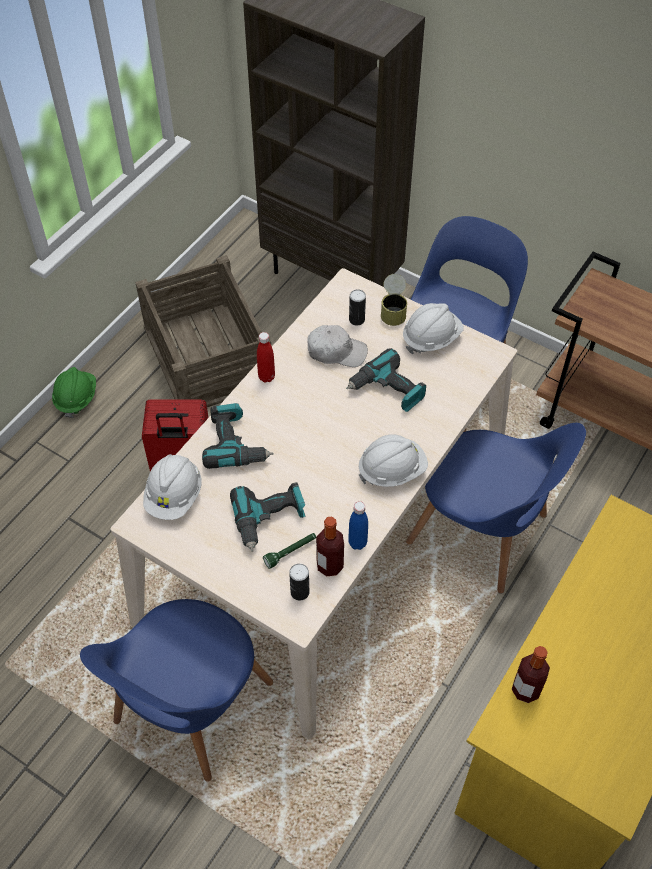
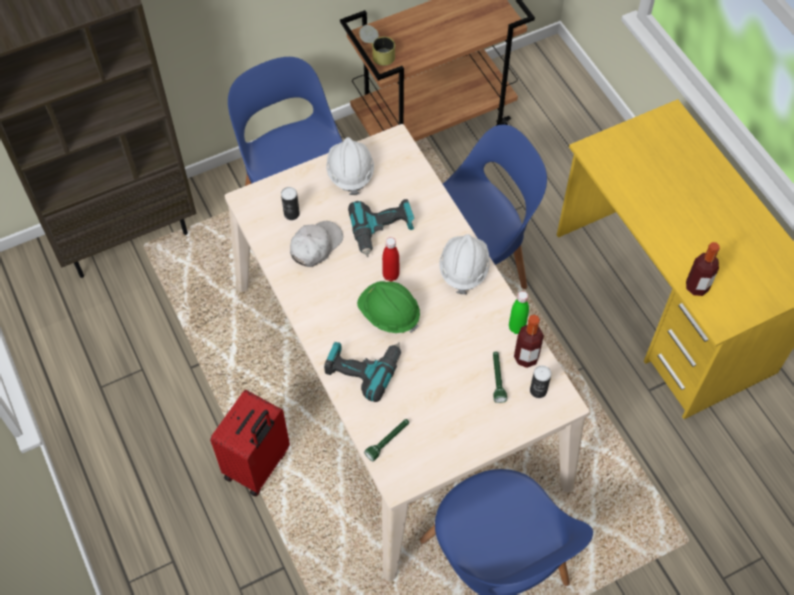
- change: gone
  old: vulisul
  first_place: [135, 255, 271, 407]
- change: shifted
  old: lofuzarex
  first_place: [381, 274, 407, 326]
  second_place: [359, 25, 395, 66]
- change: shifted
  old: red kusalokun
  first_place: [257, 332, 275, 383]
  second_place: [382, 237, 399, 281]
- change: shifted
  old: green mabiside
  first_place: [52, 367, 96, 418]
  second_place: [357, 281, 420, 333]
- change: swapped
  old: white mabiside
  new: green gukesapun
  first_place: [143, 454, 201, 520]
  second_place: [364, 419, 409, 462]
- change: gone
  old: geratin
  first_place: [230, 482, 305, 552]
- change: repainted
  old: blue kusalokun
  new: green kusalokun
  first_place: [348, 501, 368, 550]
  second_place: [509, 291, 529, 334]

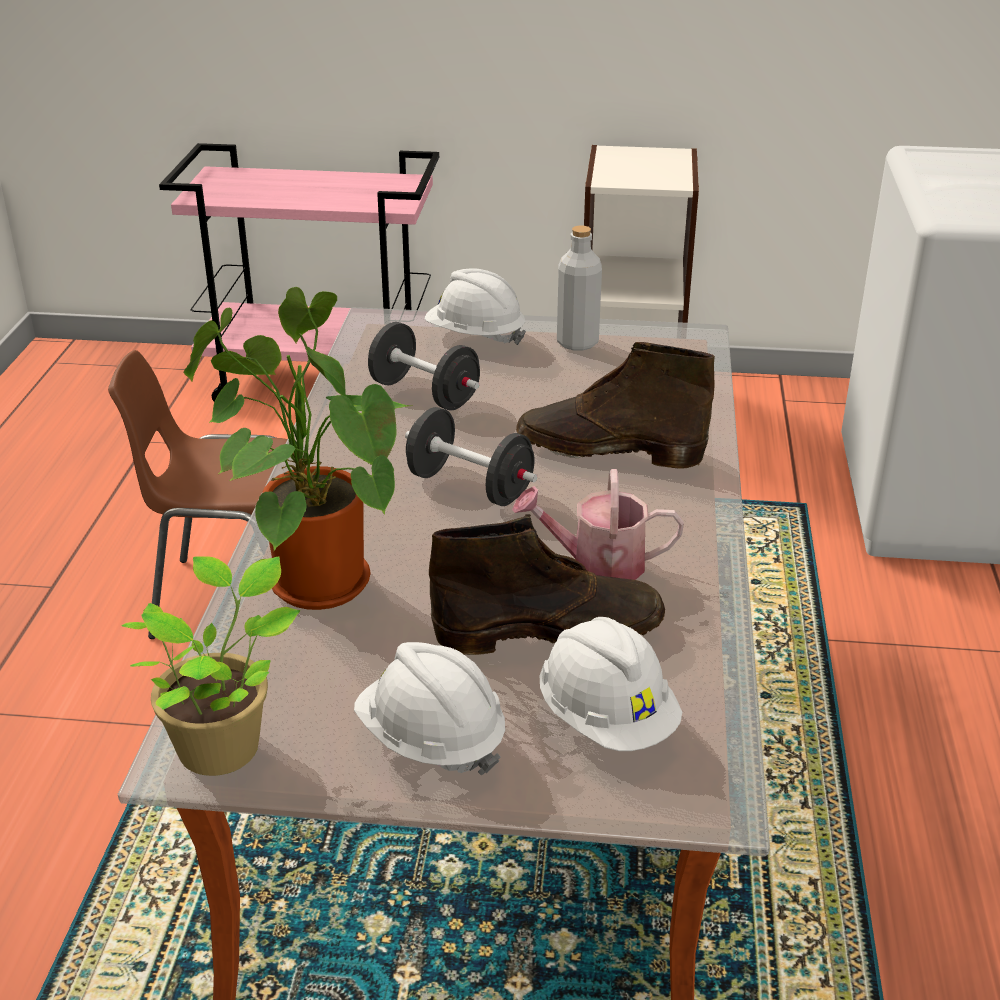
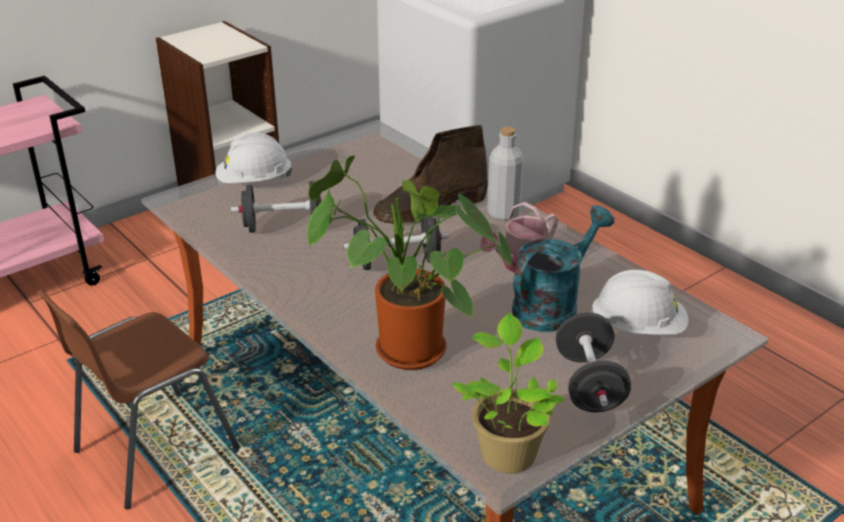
- change: shifted
  old: grey kusalokun
  first_place: [557, 226, 602, 351]
  second_place: [487, 127, 524, 221]
- change: swapped
  old: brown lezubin
  new: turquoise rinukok
  first_place: [429, 514, 665, 655]
  second_place: [512, 205, 614, 332]
- change: swapped
  old: white mabiside
  new: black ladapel
  first_place: [354, 642, 505, 776]
  second_place: [556, 312, 631, 413]

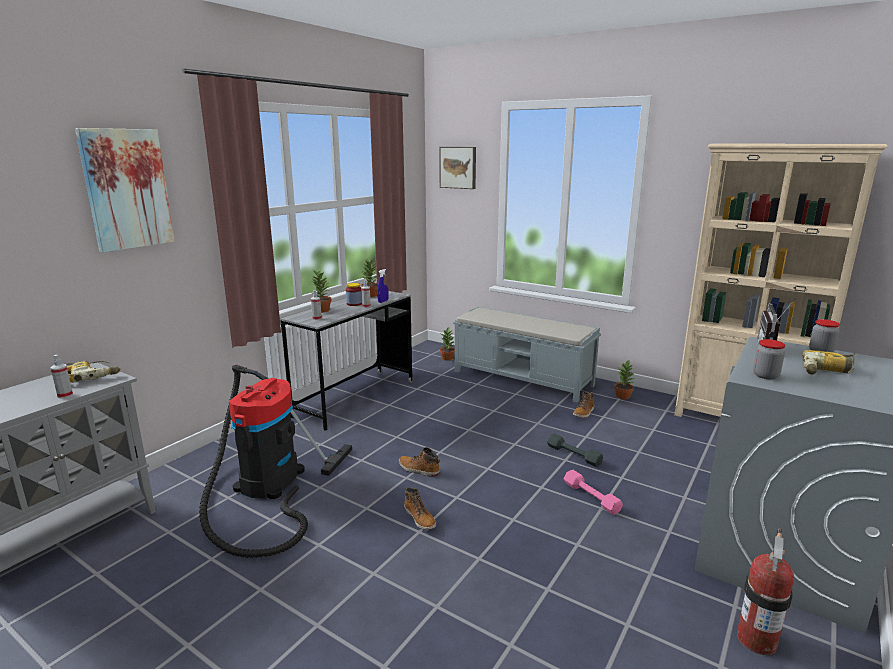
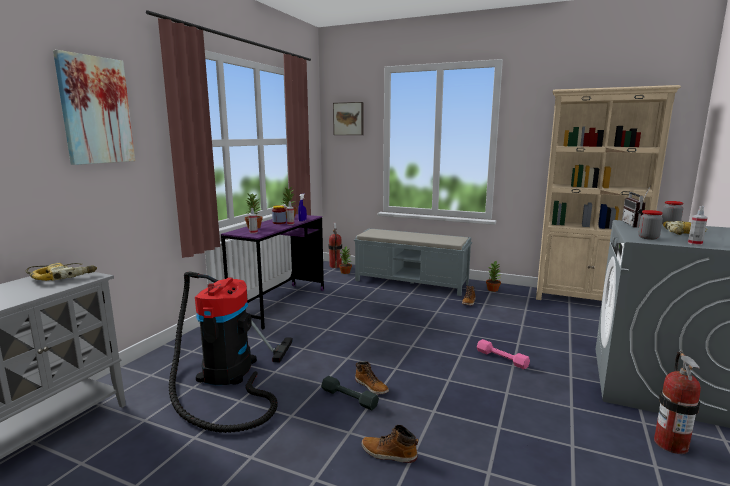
- change: repainted
  old: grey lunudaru
  new: purple lunudaru
  first_place: [280, 291, 413, 431]
  second_place: [221, 214, 324, 329]
- change: shifted
  old: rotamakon
  first_place: [50, 355, 73, 399]
  second_place: [688, 206, 708, 245]
- change: shifted
  old: grey ladapel
  first_place: [547, 434, 603, 467]
  second_place: [321, 376, 379, 410]
- change: shifted
  old: lezubin
  first_place: [399, 447, 440, 477]
  second_place: [362, 425, 418, 463]
- change: new
  new: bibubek
  second_place: [329, 222, 342, 268]

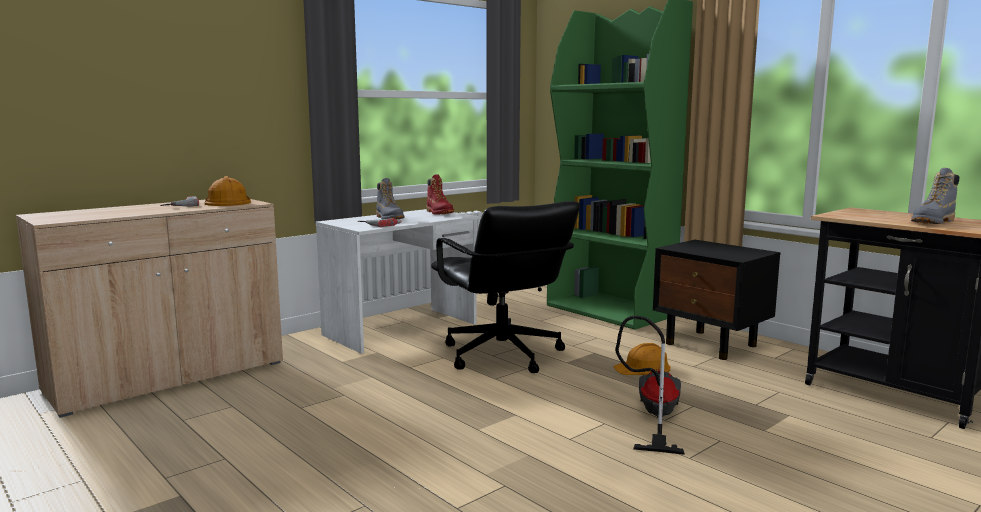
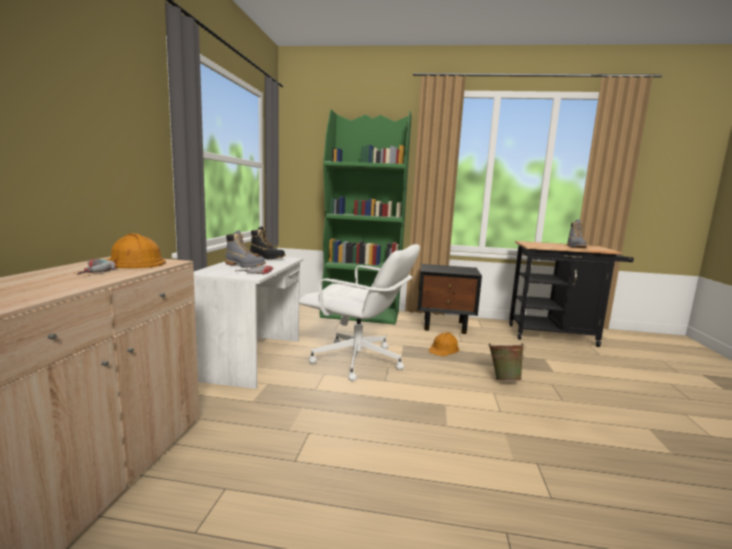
- change: repainted
  old: red lezubin
  new: black lezubin
  first_place: [426, 174, 454, 214]
  second_place: [250, 227, 286, 259]
- change: repainted
  old: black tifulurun
  new: white tifulurun
  first_place: [431, 201, 580, 373]
  second_place: [298, 244, 420, 381]
- change: swapped
  old: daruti
  new: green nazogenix
  first_place: [616, 316, 685, 455]
  second_place: [489, 343, 526, 381]

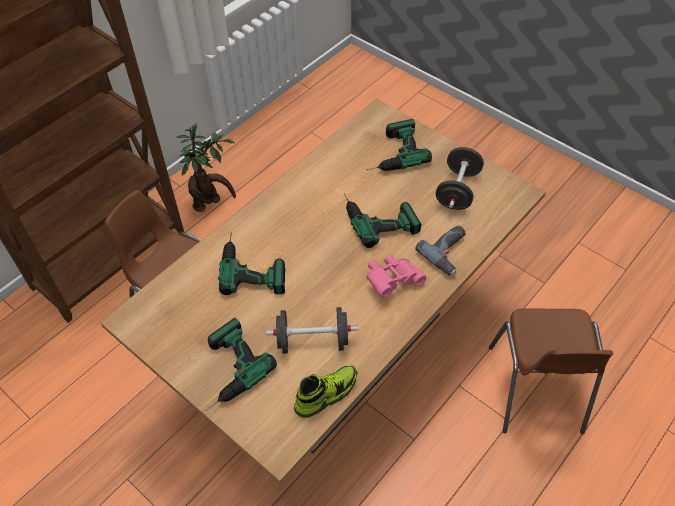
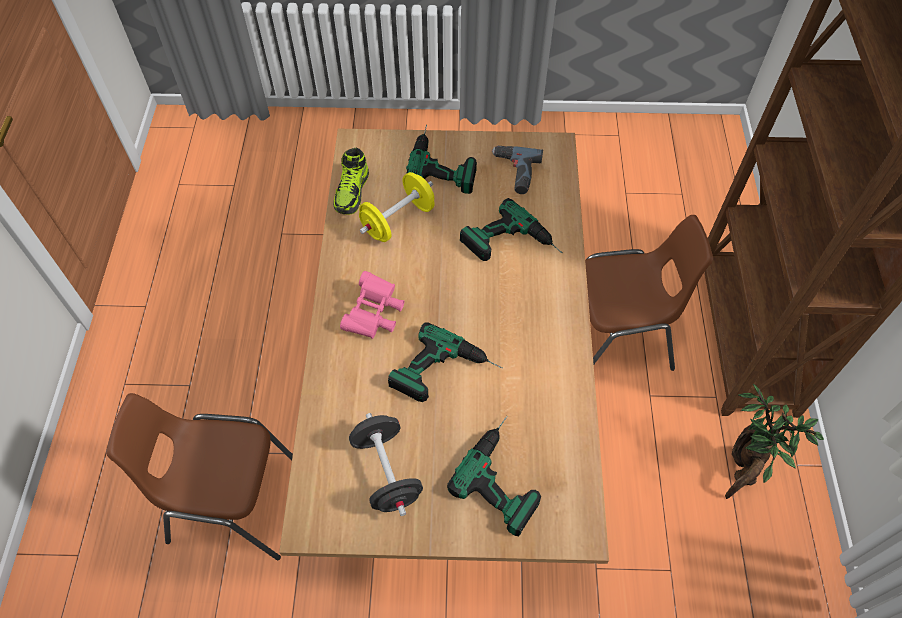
- change: shifted
  old: geratin
  first_place: [415, 225, 465, 276]
  second_place: [492, 146, 543, 194]
- change: repainted
  old: black ladapel
  new: yellow ladapel
  first_place: [266, 307, 358, 354]
  second_place: [359, 172, 435, 242]
- change: rotated
  old: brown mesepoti
  first_place: [489, 308, 614, 434]
  second_place: [106, 393, 293, 561]
  degrees: -45

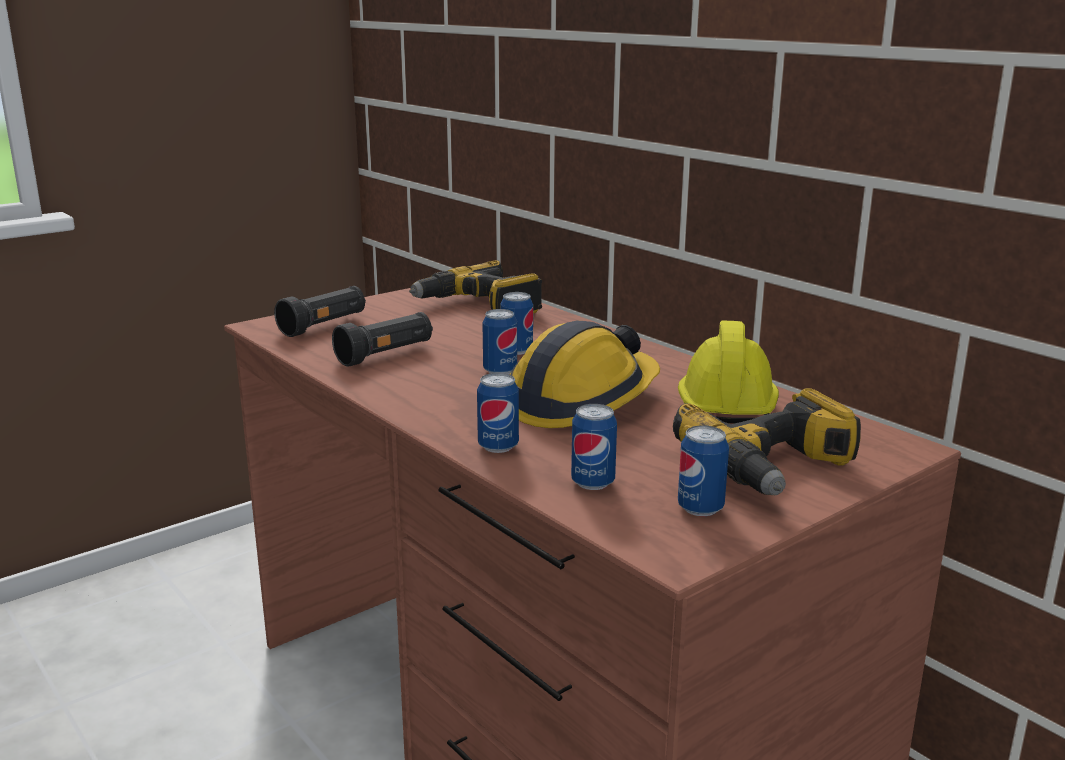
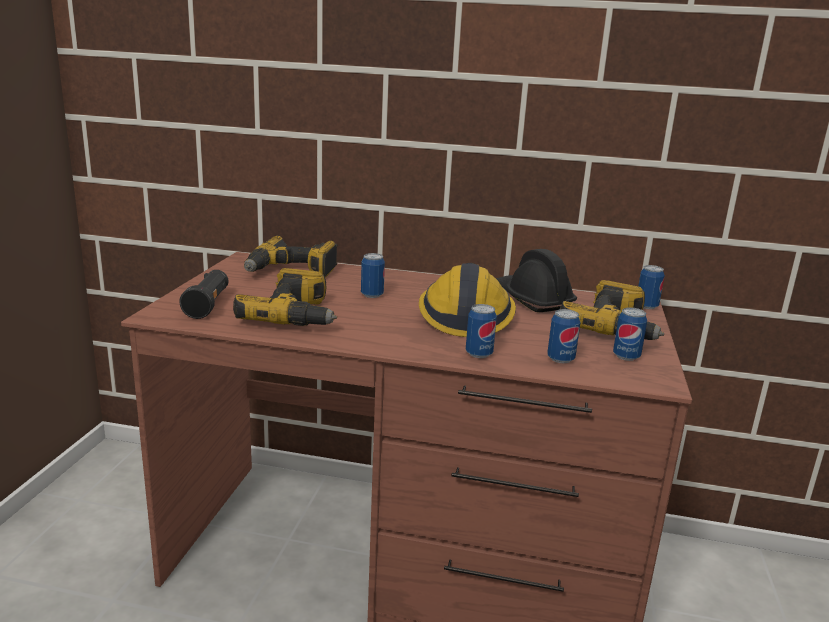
- change: shifted
  old: lofuzarex
  first_place: [483, 309, 517, 374]
  second_place: [638, 265, 665, 309]
- change: swapped
  old: black gukesapun
  new: geratin
  first_place: [332, 312, 433, 367]
  second_place: [233, 268, 337, 326]
- change: repainted
  old: yellow mabiside
  new: black mabiside
  first_place: [678, 321, 779, 423]
  second_place: [496, 249, 577, 312]

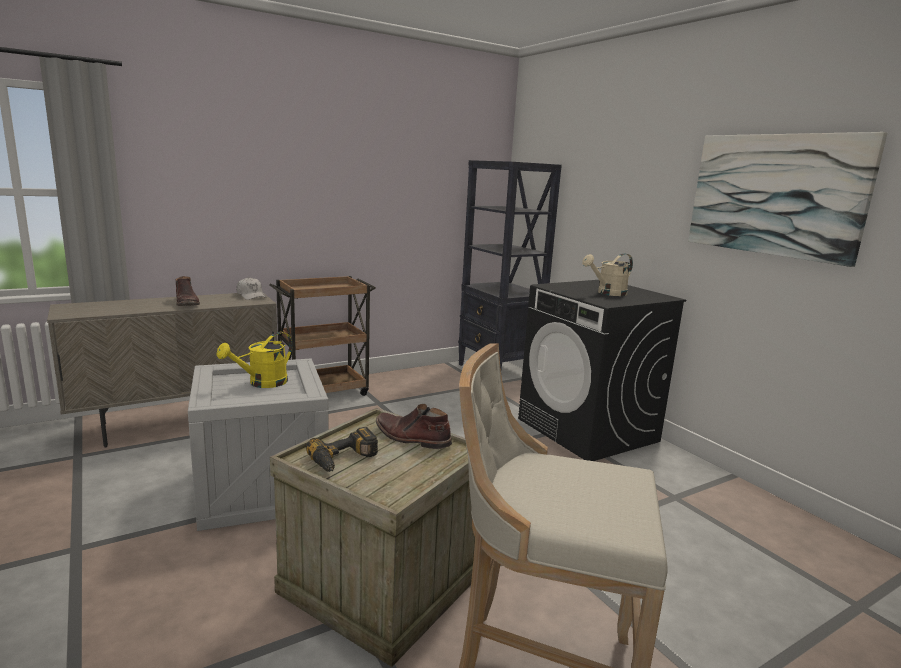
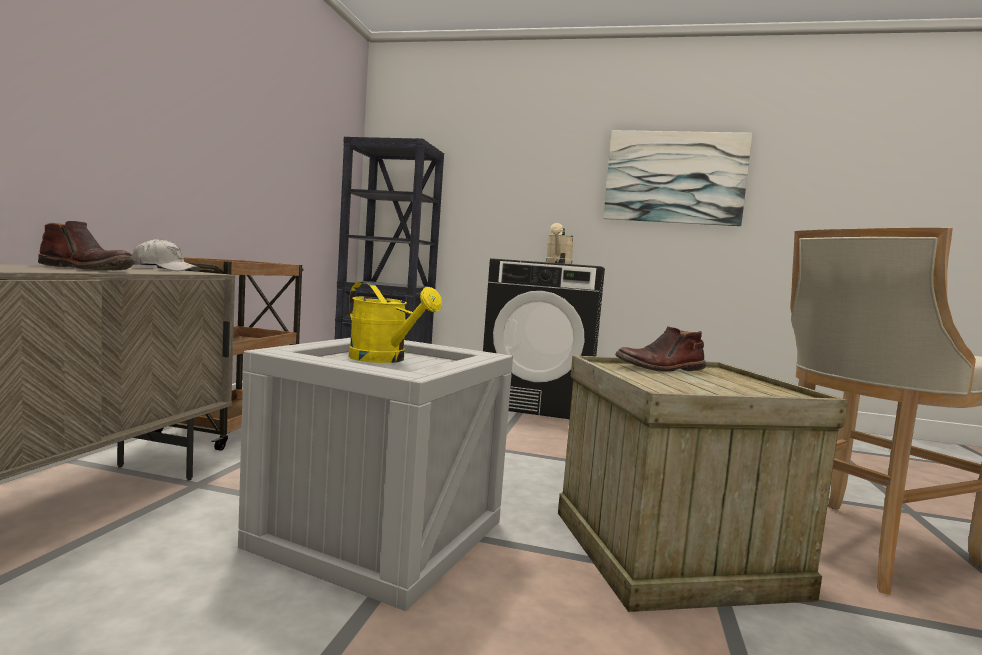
- change: rotated
  old: yellow rinukok
  first_place: [216, 332, 292, 388]
  second_place: [349, 281, 442, 363]
  degrees: -45
- change: gone
  old: geratin
  first_place: [306, 427, 378, 472]

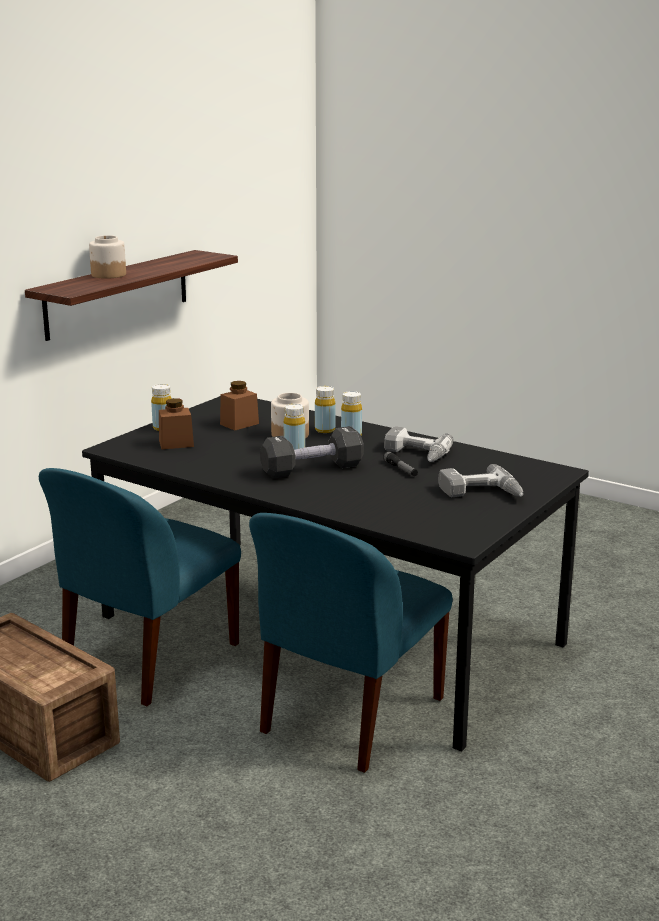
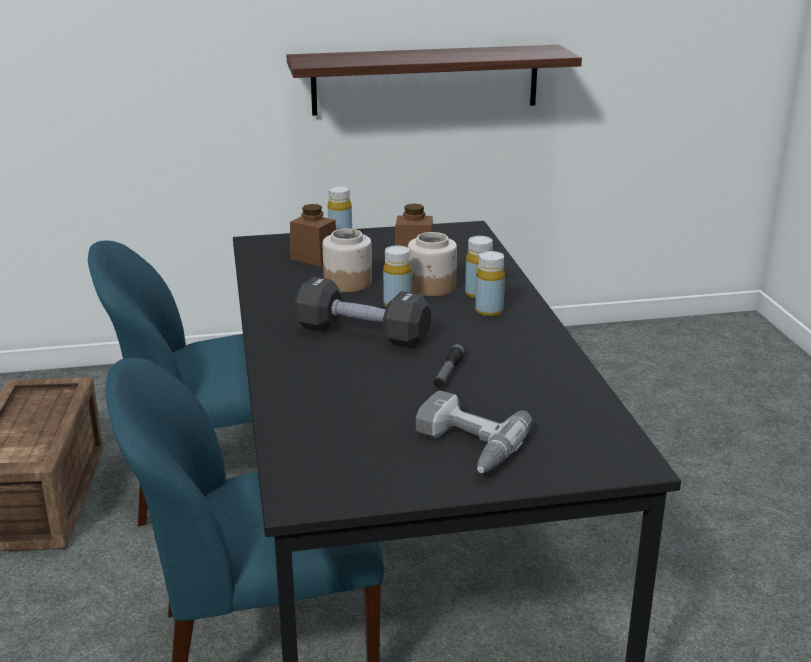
- change: shifted
  old: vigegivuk
  first_place: [89, 235, 126, 279]
  second_place: [323, 228, 372, 292]
- change: gone
  old: geratin
  first_place: [384, 426, 453, 462]

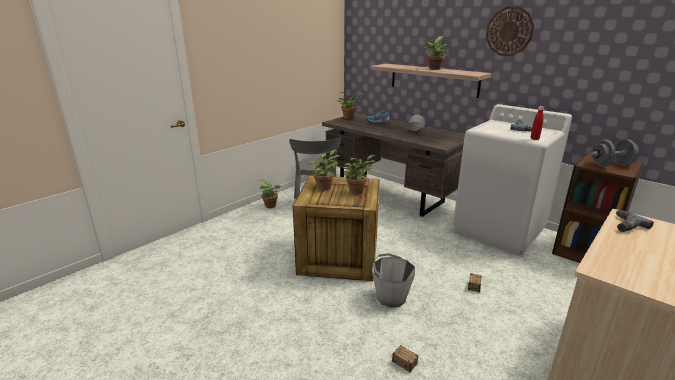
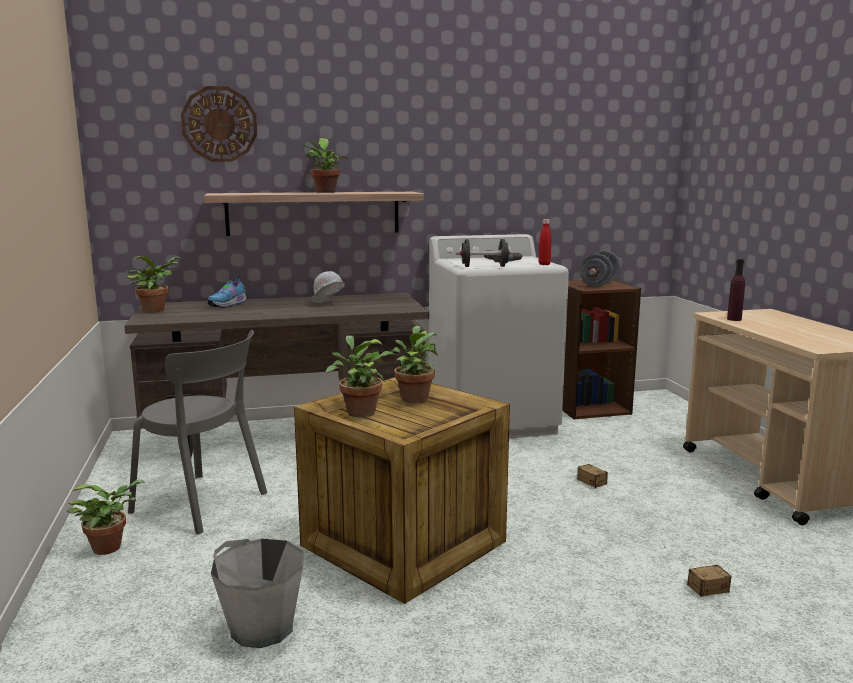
- change: shifted
  old: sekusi
  first_place: [486, 6, 534, 56]
  second_place: [181, 86, 257, 162]
- change: swapped
  old: geratin
  new: purple kusalokun
  first_place: [616, 210, 654, 232]
  second_place: [727, 259, 745, 321]
- change: shifted
  old: grey nazogenix
  first_place: [372, 253, 415, 308]
  second_place: [211, 539, 303, 648]
- change: new
  new: black ladapel
  second_place: [456, 239, 514, 267]

